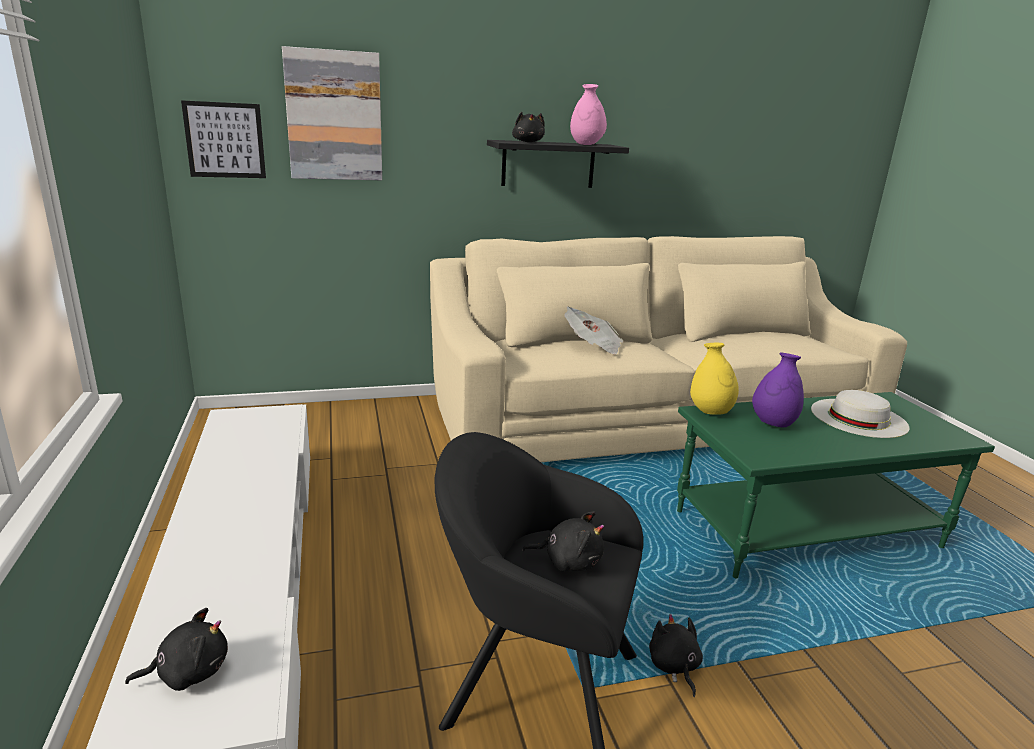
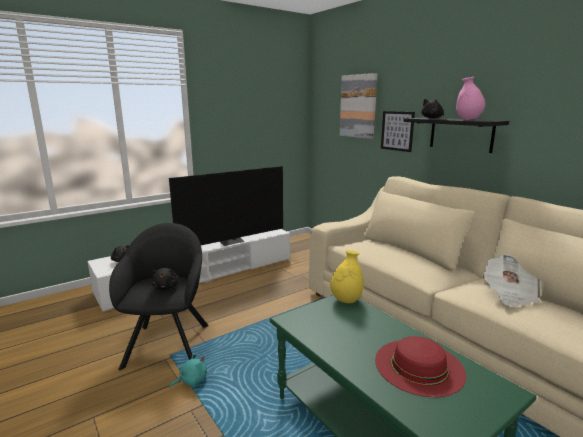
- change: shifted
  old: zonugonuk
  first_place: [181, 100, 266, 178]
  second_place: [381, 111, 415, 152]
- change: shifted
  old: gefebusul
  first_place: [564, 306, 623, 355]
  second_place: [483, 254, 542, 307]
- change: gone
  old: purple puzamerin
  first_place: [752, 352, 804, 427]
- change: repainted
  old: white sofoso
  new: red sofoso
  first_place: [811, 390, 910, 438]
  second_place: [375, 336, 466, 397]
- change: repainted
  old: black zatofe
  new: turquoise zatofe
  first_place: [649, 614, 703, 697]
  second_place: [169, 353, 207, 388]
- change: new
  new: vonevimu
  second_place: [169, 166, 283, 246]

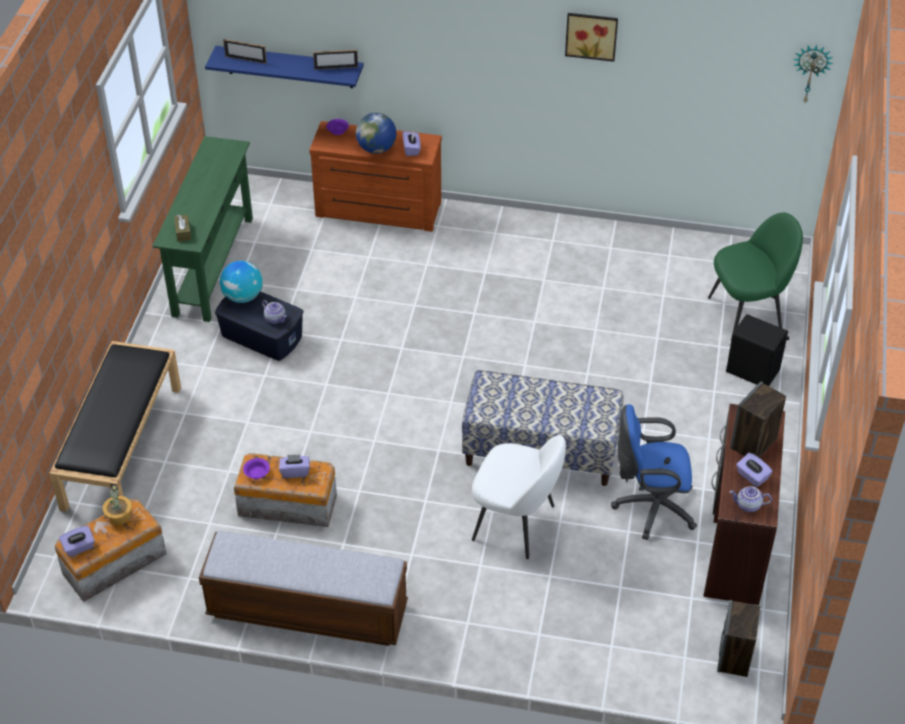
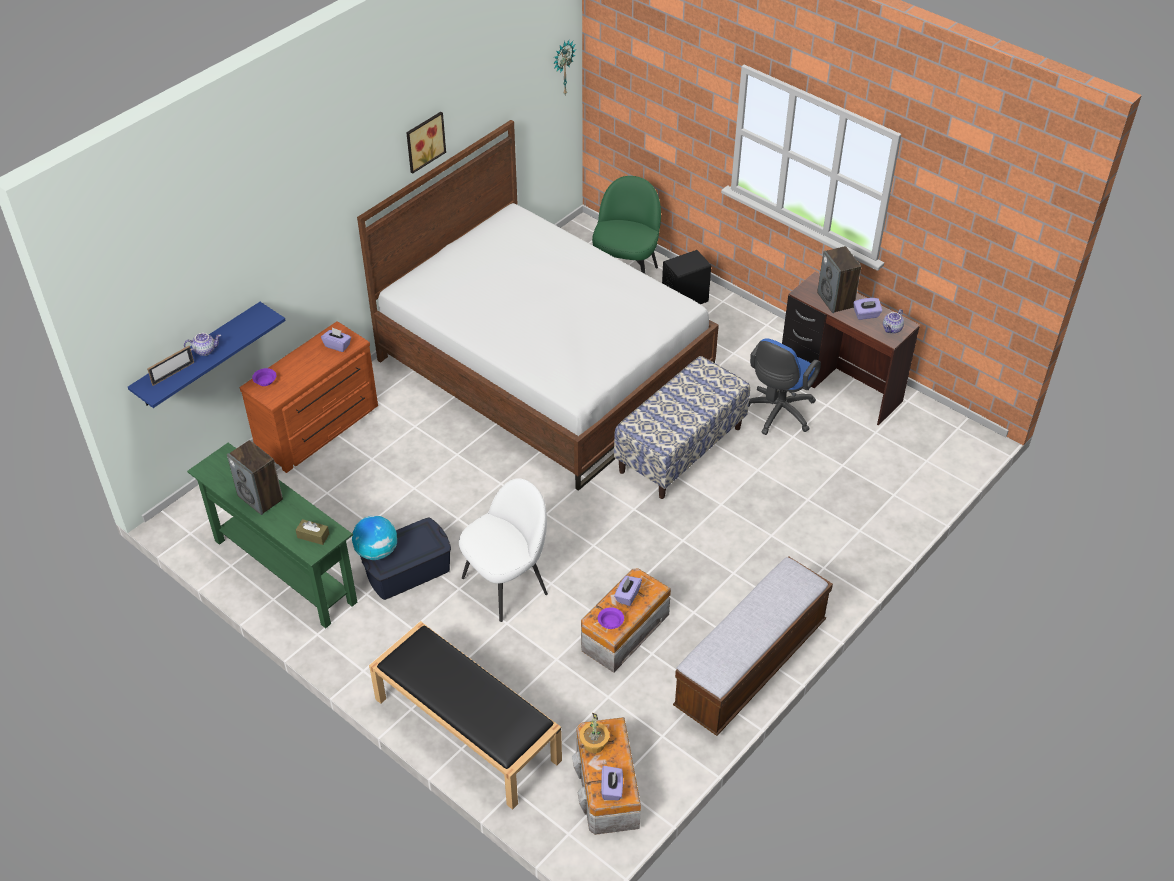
- change: gone
  old: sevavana
  first_place: [313, 50, 358, 70]
- change: gone
  old: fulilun
  first_place: [356, 113, 396, 154]
- change: shifted
  old: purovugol
  first_place: [262, 300, 286, 324]
  second_place: [184, 333, 221, 356]
- change: shifted
  old: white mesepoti
  first_place: [472, 435, 566, 559]
  second_place: [459, 478, 548, 622]
- change: shifted
  old: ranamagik
  first_place: [717, 600, 760, 677]
  second_place: [227, 440, 283, 515]
- change: new
  new: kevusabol
  second_place: [357, 120, 719, 491]

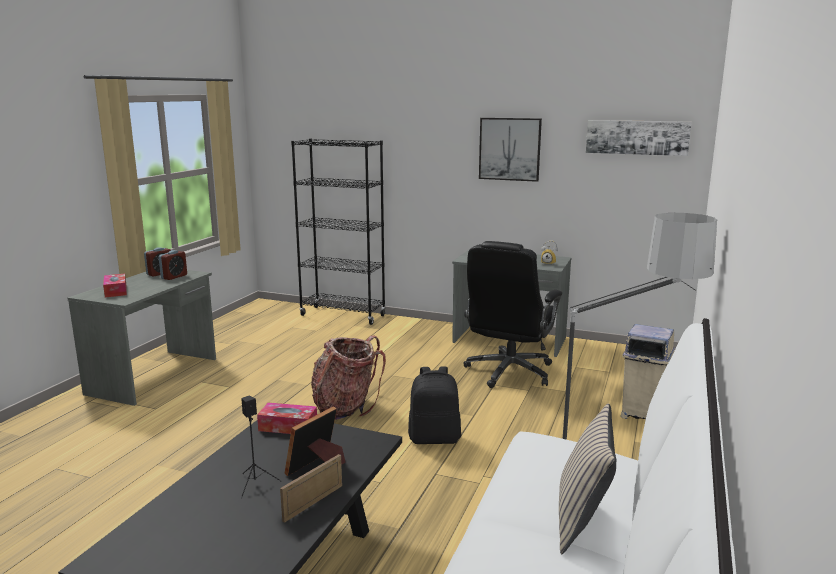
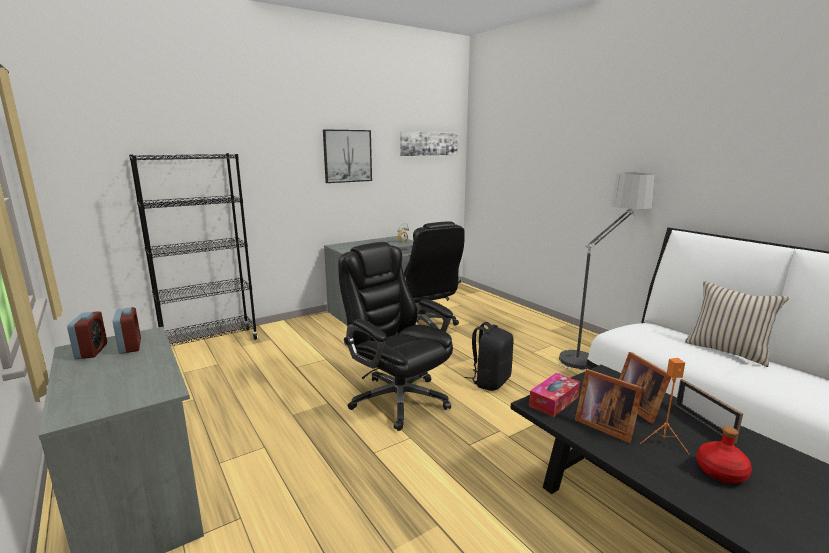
- change: gone
  old: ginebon
  first_place: [103, 274, 127, 297]
- change: gone
  old: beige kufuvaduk
  first_place: [620, 324, 675, 419]
- change: swapped
  old: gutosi
  new: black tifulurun
  first_place: [311, 336, 386, 420]
  second_place: [338, 242, 453, 431]
- change: repainted
  old: black ranamagik
  new: orange ranamagik
  first_place: [241, 395, 281, 498]
  second_place: [640, 358, 690, 455]
- change: new
  new: sevavana
  second_place: [575, 369, 643, 443]
- change: new
  new: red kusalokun
  second_place: [696, 426, 752, 484]

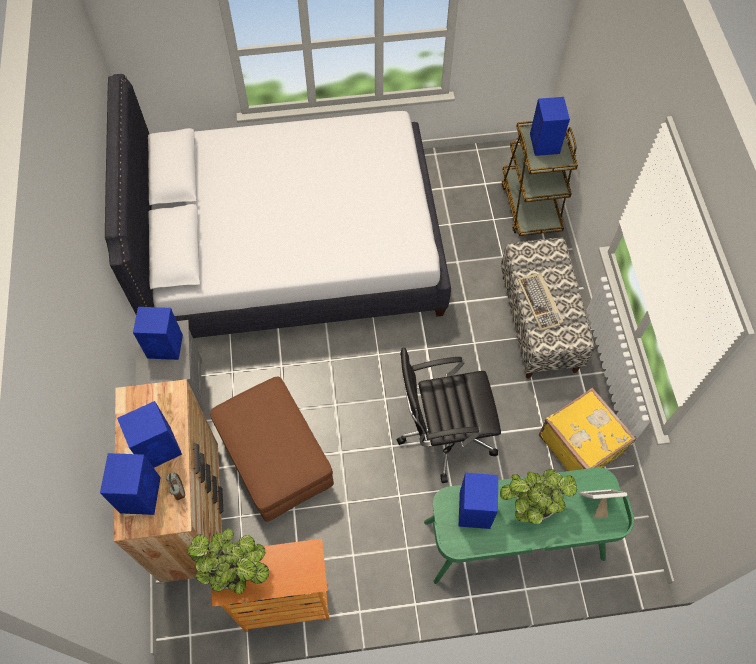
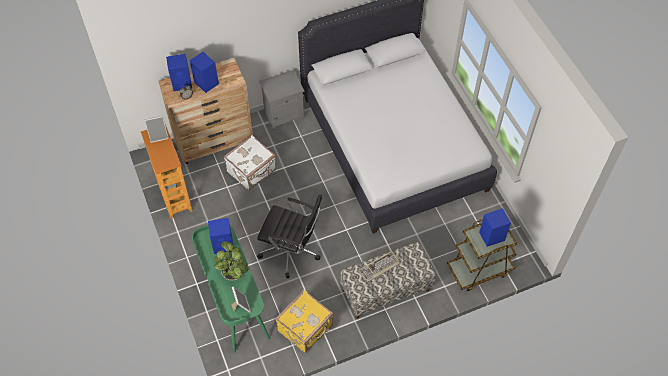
- change: gone
  old: blue ranamagik
  first_place: [133, 307, 183, 360]
- change: rotated
  old: black tifulurun
  first_place: [397, 348, 501, 483]
  second_place: [257, 194, 322, 278]
  degrees: 135
- change: swapped
  old: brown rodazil
  new: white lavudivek
  first_place: [210, 377, 334, 522]
  second_place: [224, 135, 277, 191]
- change: swapped
  old: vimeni
  new: sevavana
  first_place: [187, 529, 269, 594]
  second_place: [145, 116, 169, 143]

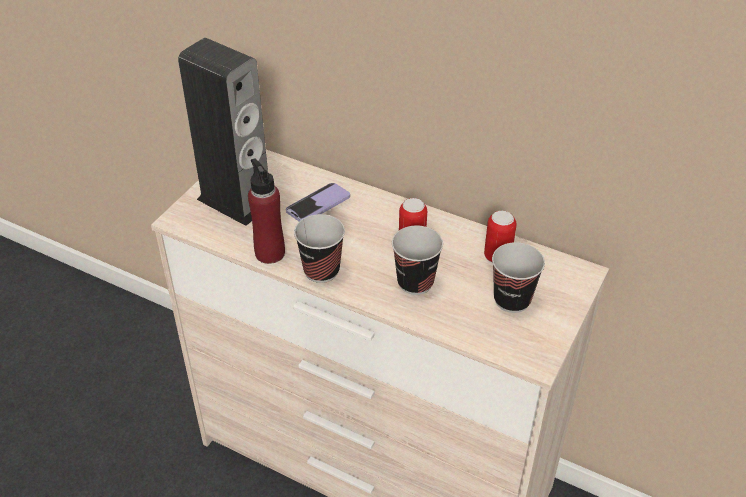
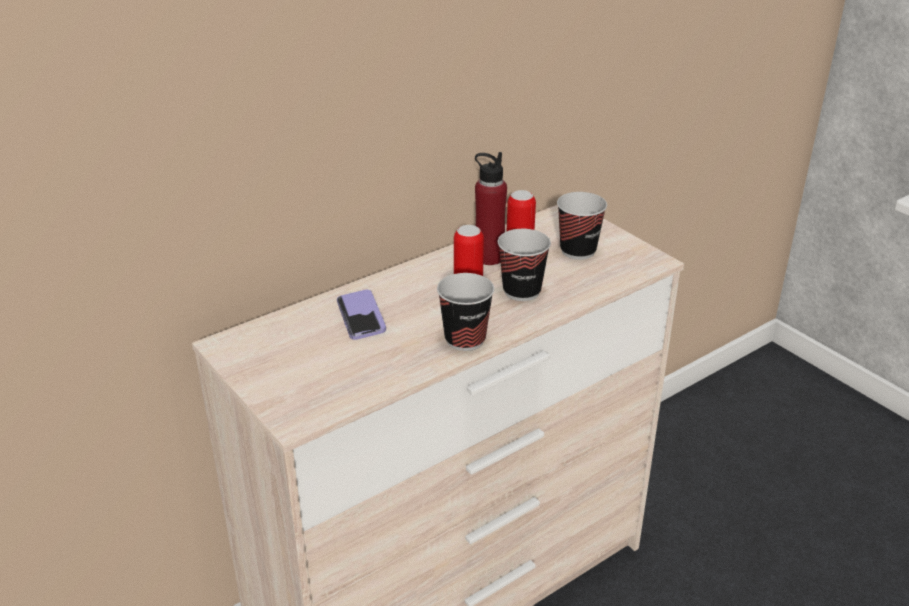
- change: gone
  old: ranamagik
  first_place: [178, 38, 268, 226]
- change: shifted
  old: red kusalokun
  first_place: [248, 158, 285, 264]
  second_place: [475, 152, 507, 265]

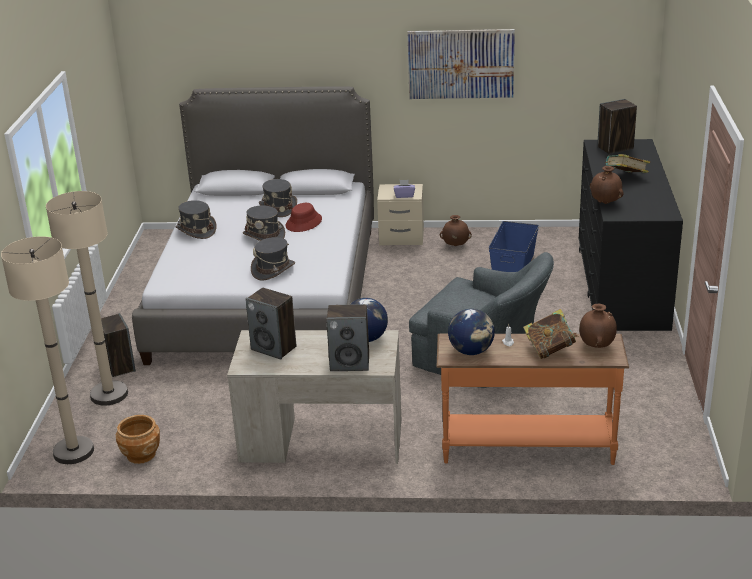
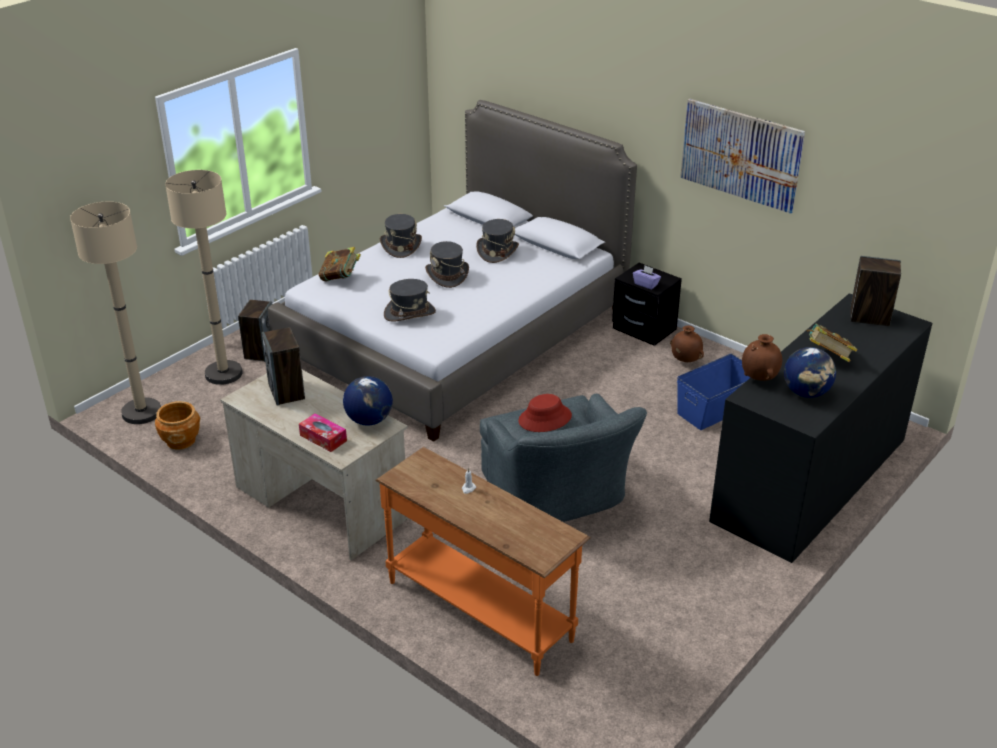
- change: repainted
  old: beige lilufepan
  new: black lilufepan
  first_place: [377, 184, 424, 245]
  second_place: [612, 263, 682, 346]
- change: shifted
  old: red sofoso
  first_place: [286, 203, 322, 232]
  second_place: [518, 394, 572, 432]
- change: swapped
  old: ranamagik
  new: ginebon
  first_place: [326, 304, 369, 371]
  second_place: [299, 413, 347, 452]
- change: gone
  old: brown puzamerin
  first_place: [579, 304, 617, 348]
- change: shifted
  old: fulilun
  first_place: [448, 309, 495, 355]
  second_place: [784, 347, 836, 398]
- change: shifted
  old: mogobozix
  first_place: [523, 309, 578, 359]
  second_place: [318, 247, 361, 282]

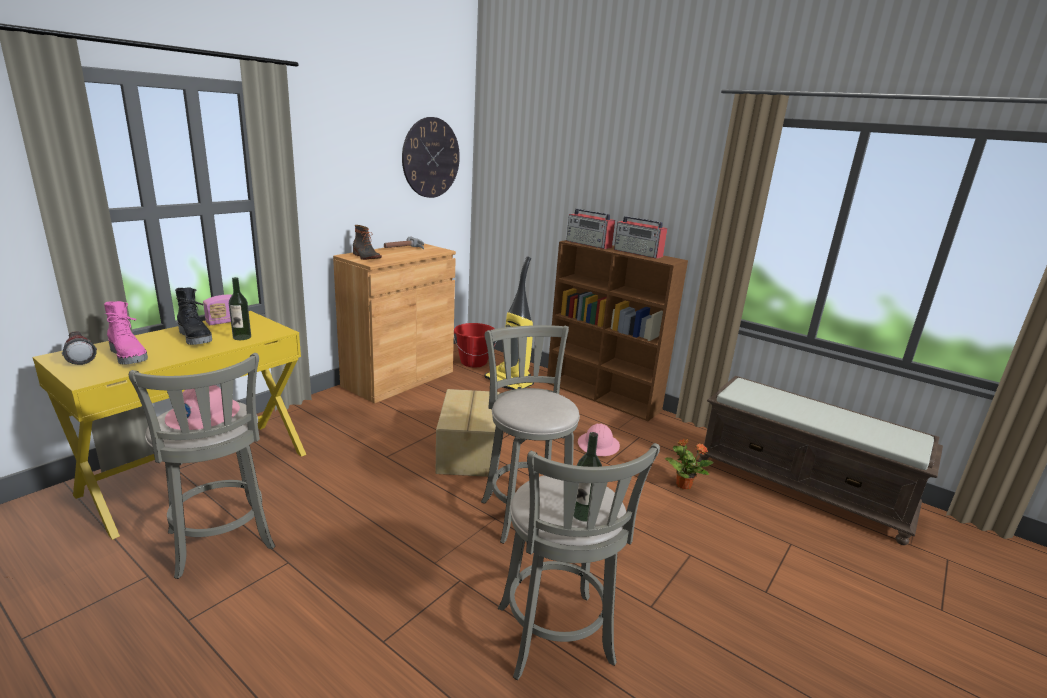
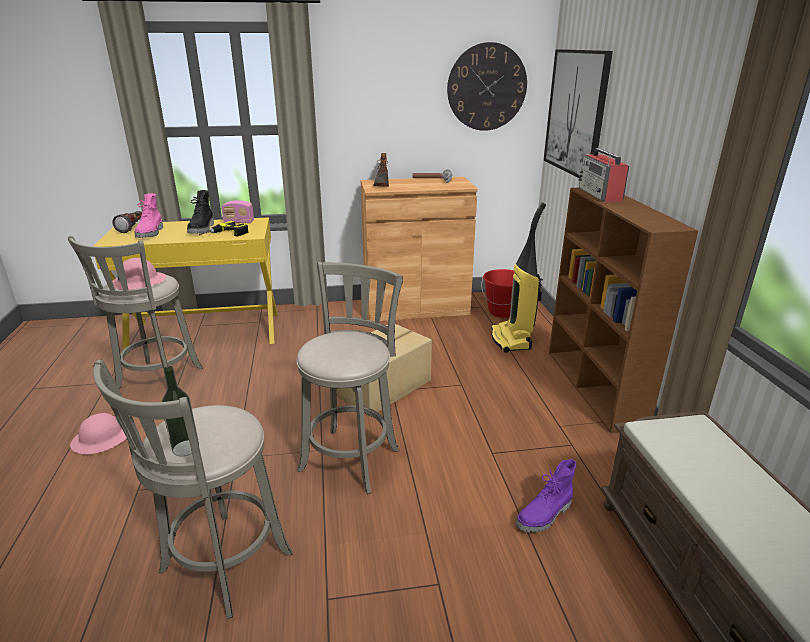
- change: gone
  old: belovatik
  first_place: [614, 216, 667, 259]
- change: swapped
  old: kusalokun
  new: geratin
  first_place: [229, 277, 251, 340]
  second_place: [199, 221, 249, 236]
- change: shifted
  old: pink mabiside
  first_place: [578, 424, 620, 456]
  second_place: [70, 413, 127, 454]
- change: swapped
  old: vimeni
  new: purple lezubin
  first_place: [665, 439, 714, 490]
  second_place: [516, 459, 576, 533]
- change: new
  new: zonugonuk
  second_place: [544, 49, 613, 178]

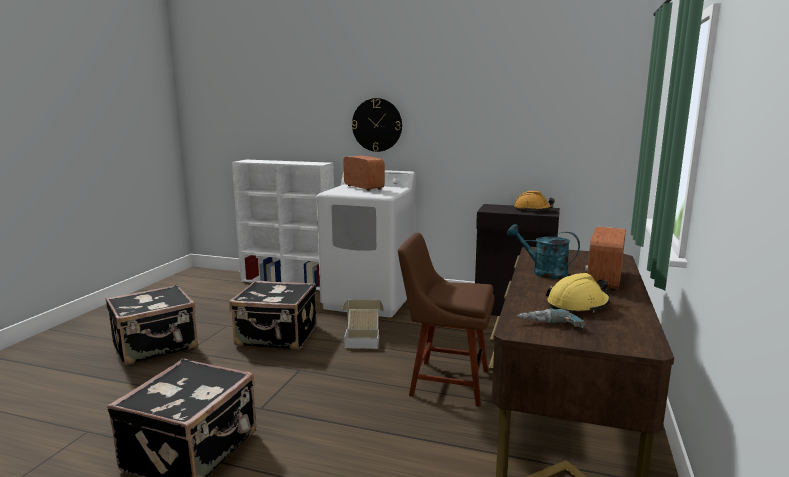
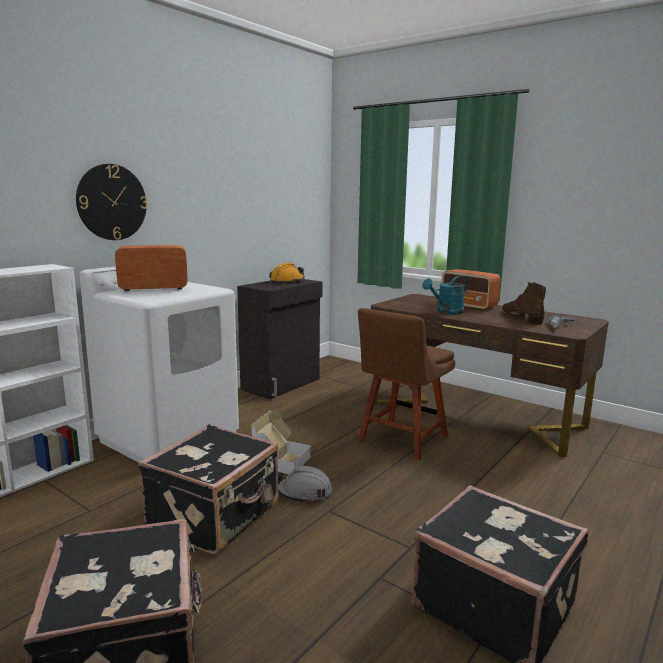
- change: swapped
  old: yellow mabiside
  new: brown lezubin
  first_place: [546, 273, 610, 313]
  second_place: [502, 282, 546, 325]
- change: new
  new: grey mabiside
  second_place: [278, 466, 332, 503]

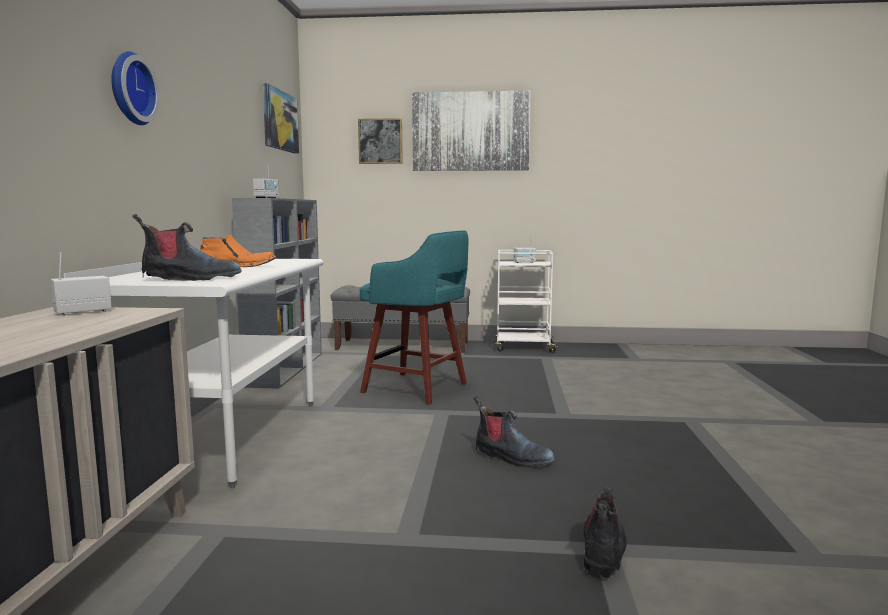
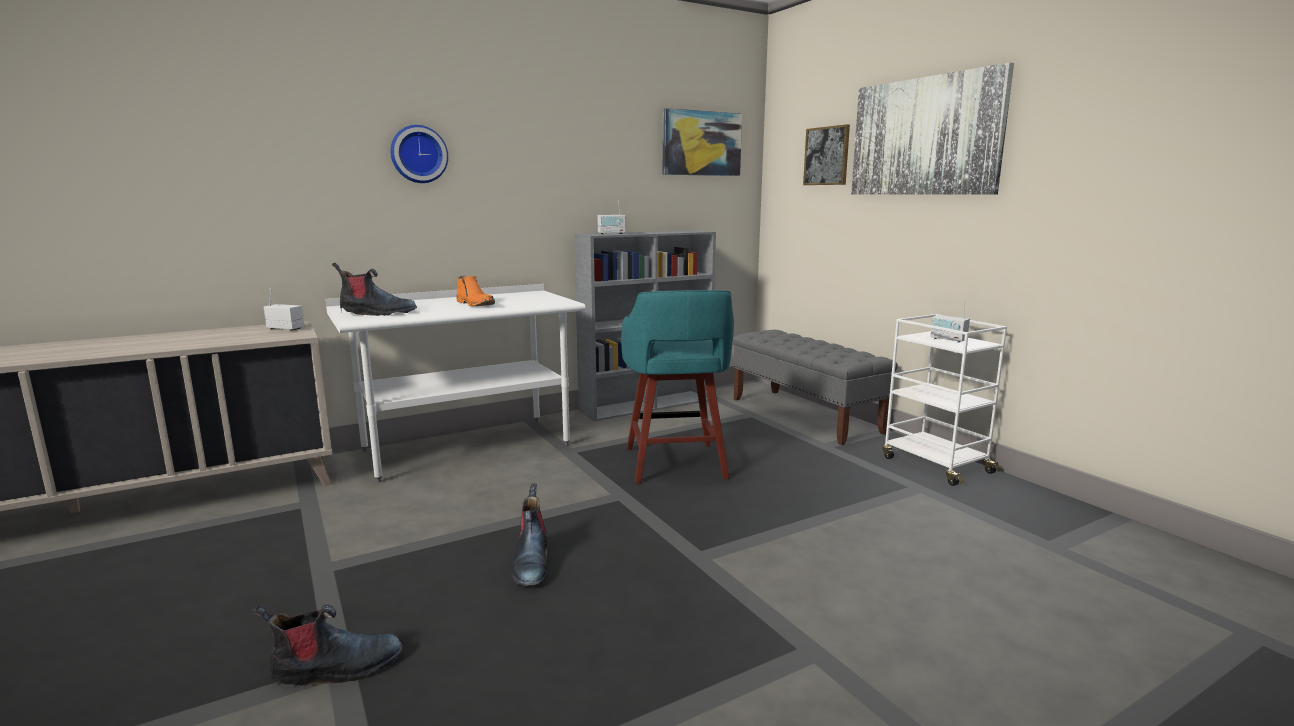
- change: rotated
  old: lezubin
  first_place: [132, 214, 242, 281]
  second_place: [332, 263, 417, 316]
  degrees: -45

